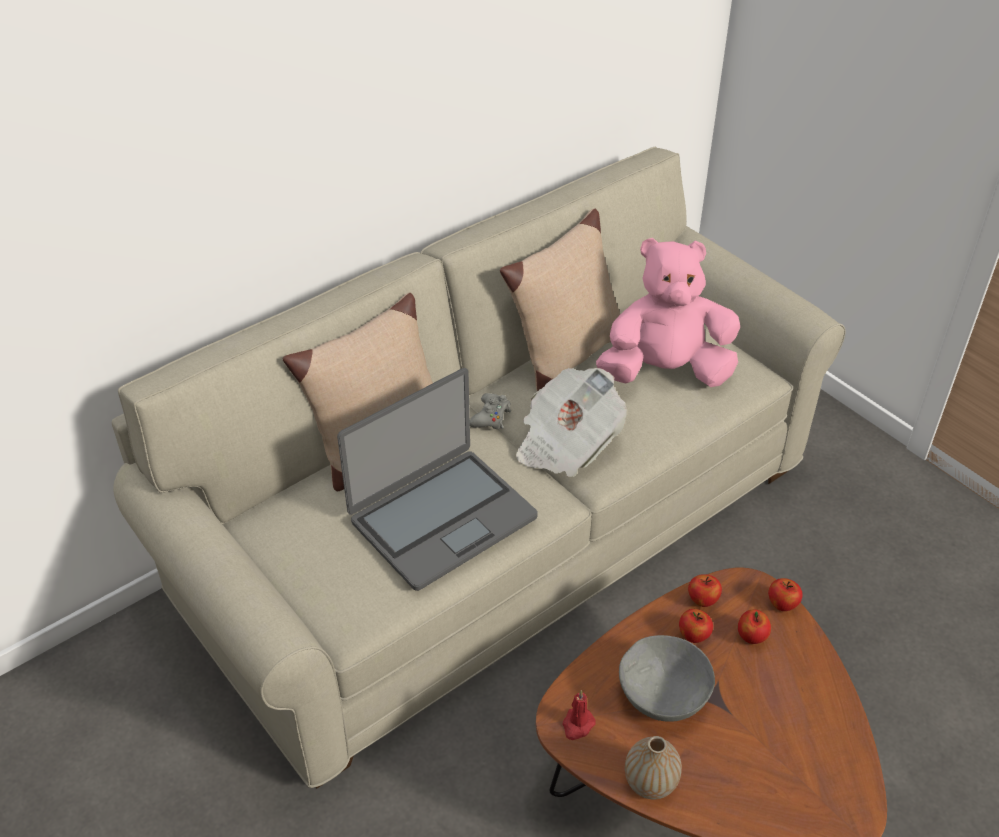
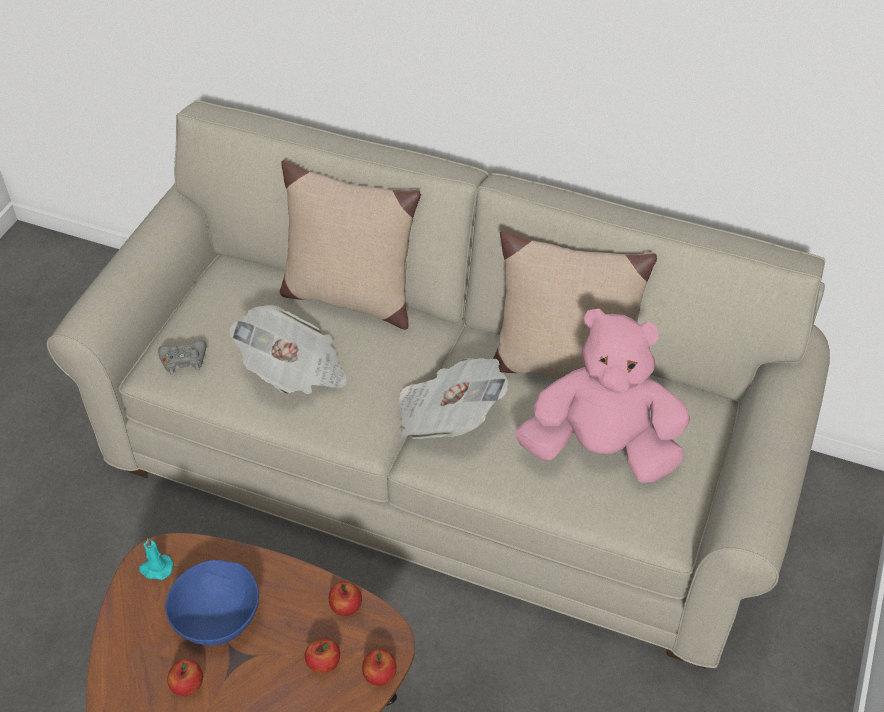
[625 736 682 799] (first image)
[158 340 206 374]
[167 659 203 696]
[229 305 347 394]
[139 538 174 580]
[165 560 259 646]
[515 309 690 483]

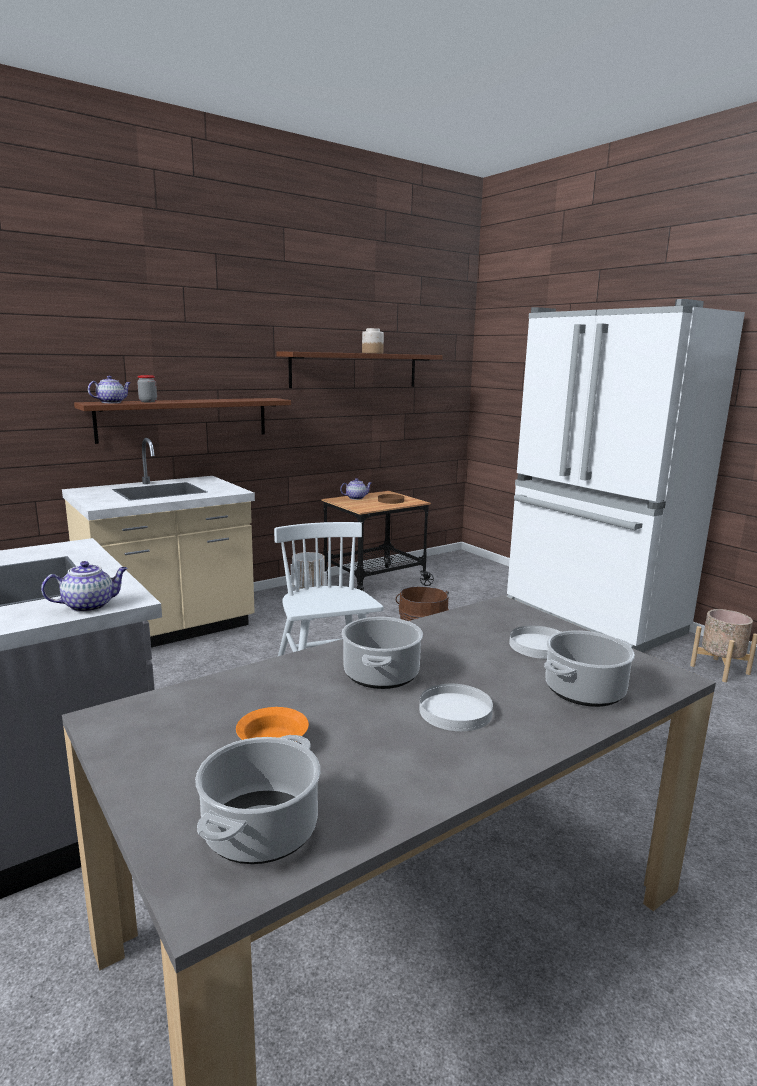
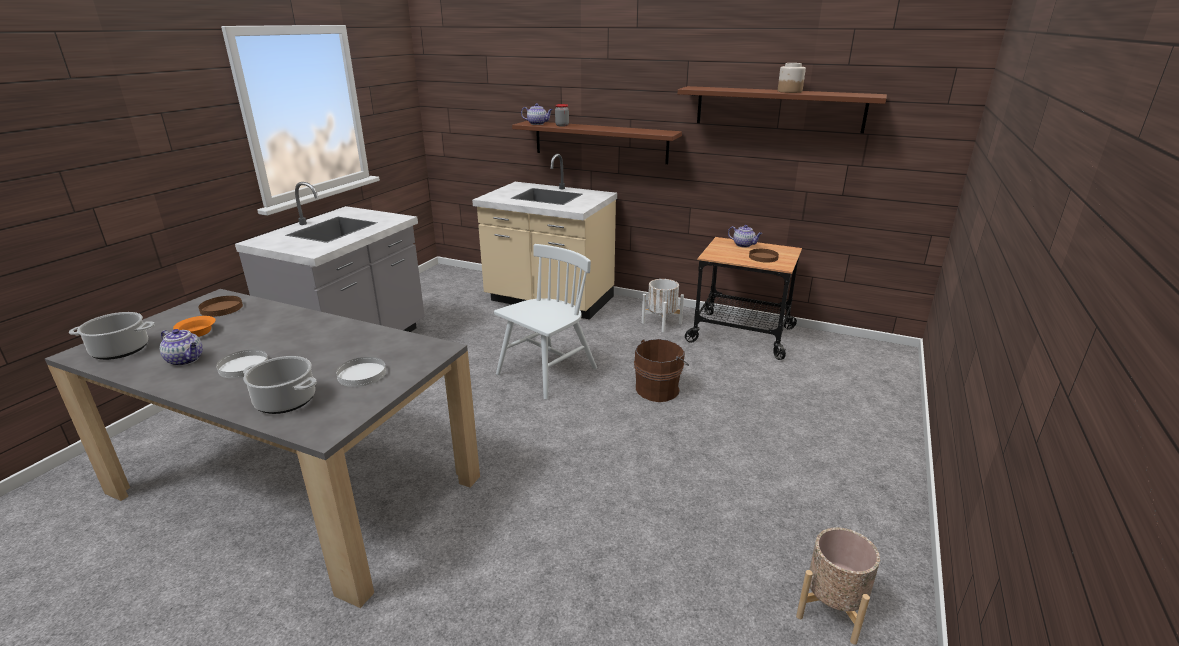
[342 617 423 689] (first image)
[507 299 745 652] (first image)
[198 296 243 317]
[160 329 203 366]

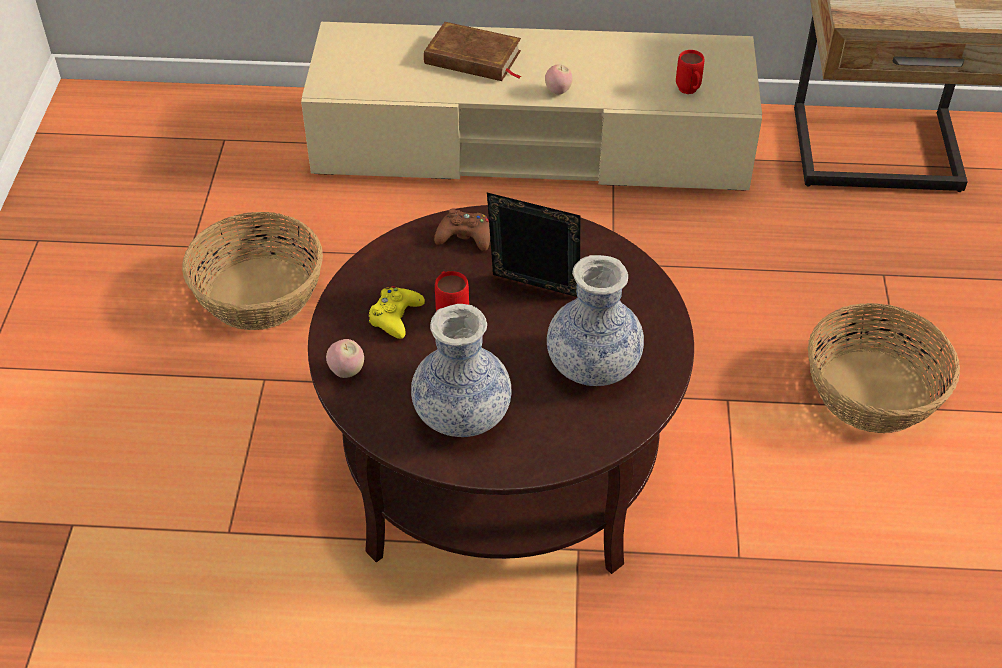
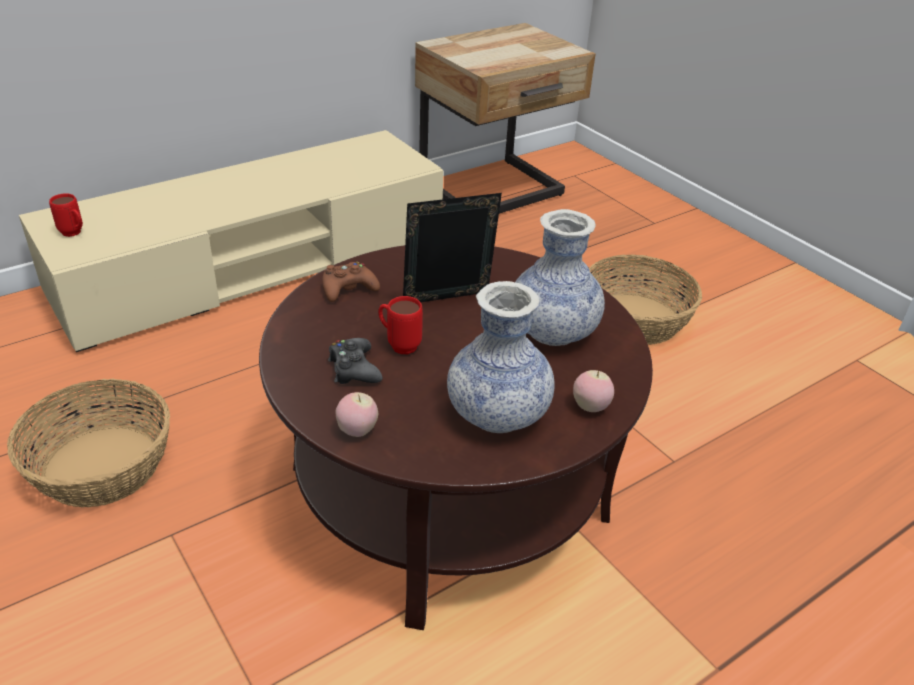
[424 22 522 81] (first image)
[573 370 614 412]
[49 193 83 237]
[328 338 382 384]

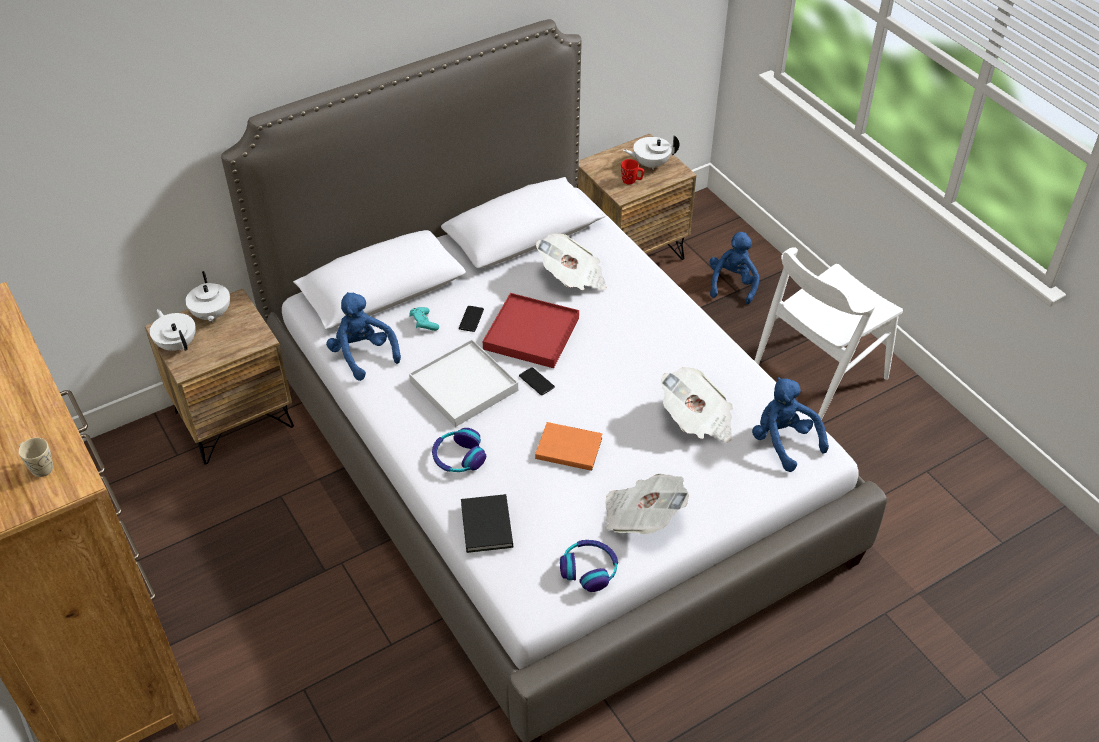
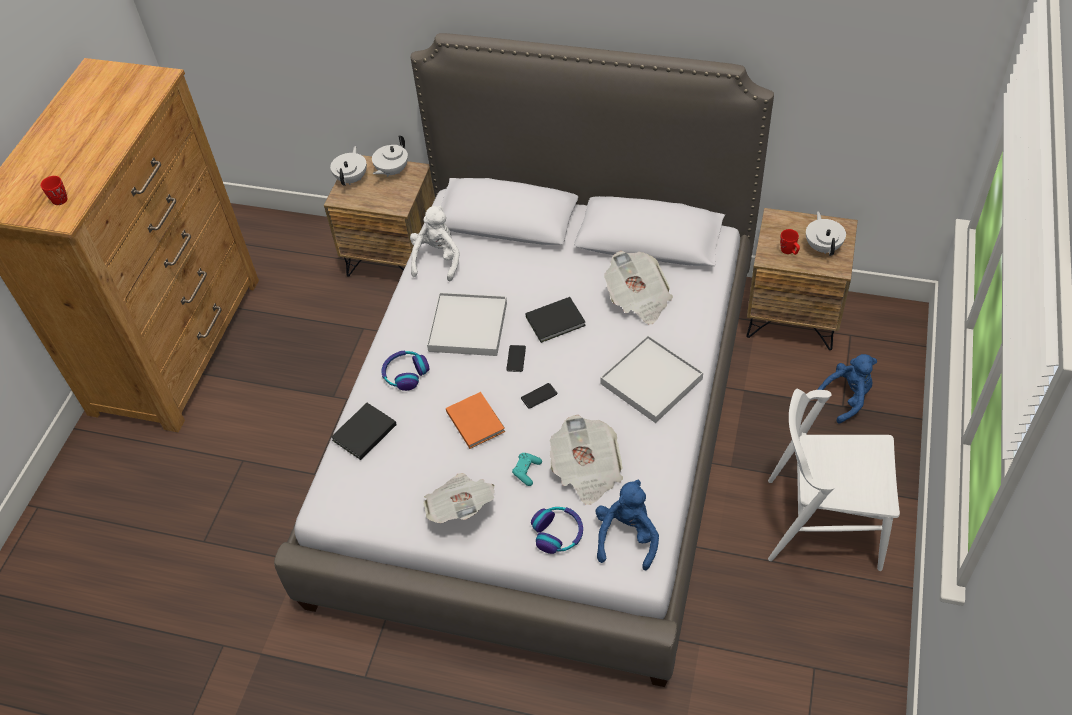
[600 335 703 423]
[512 453 542 486]
[521 383 557 409]
[531 507 583 554]
[526 297 586 343]
[41 176 67 205]
[410 206 460 281]
[806 211 846 256]

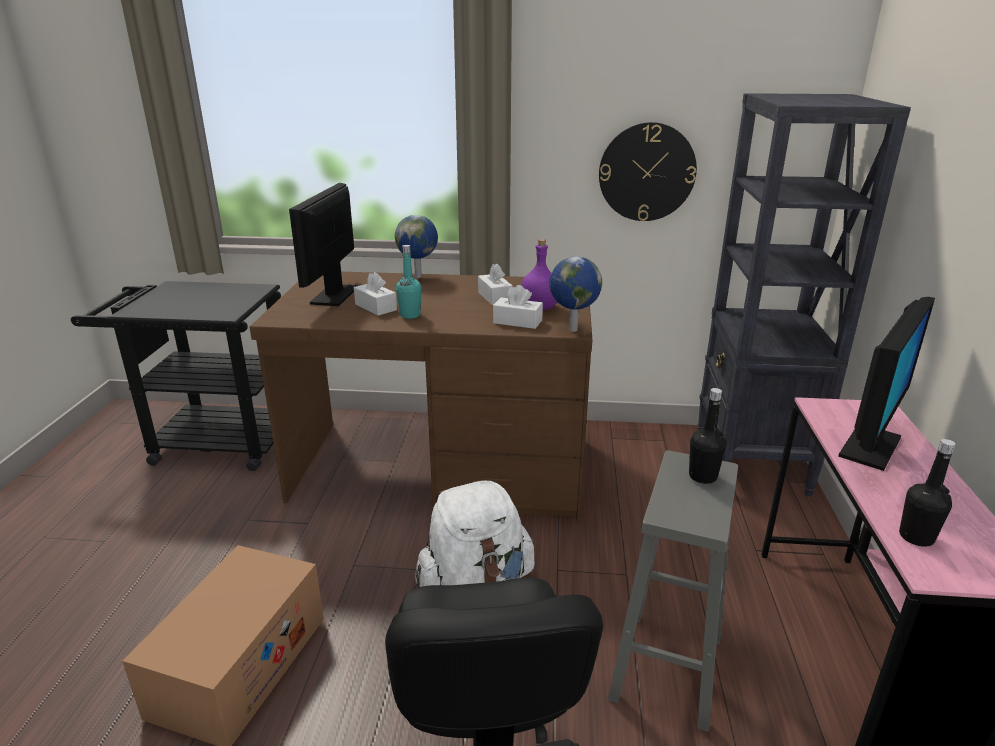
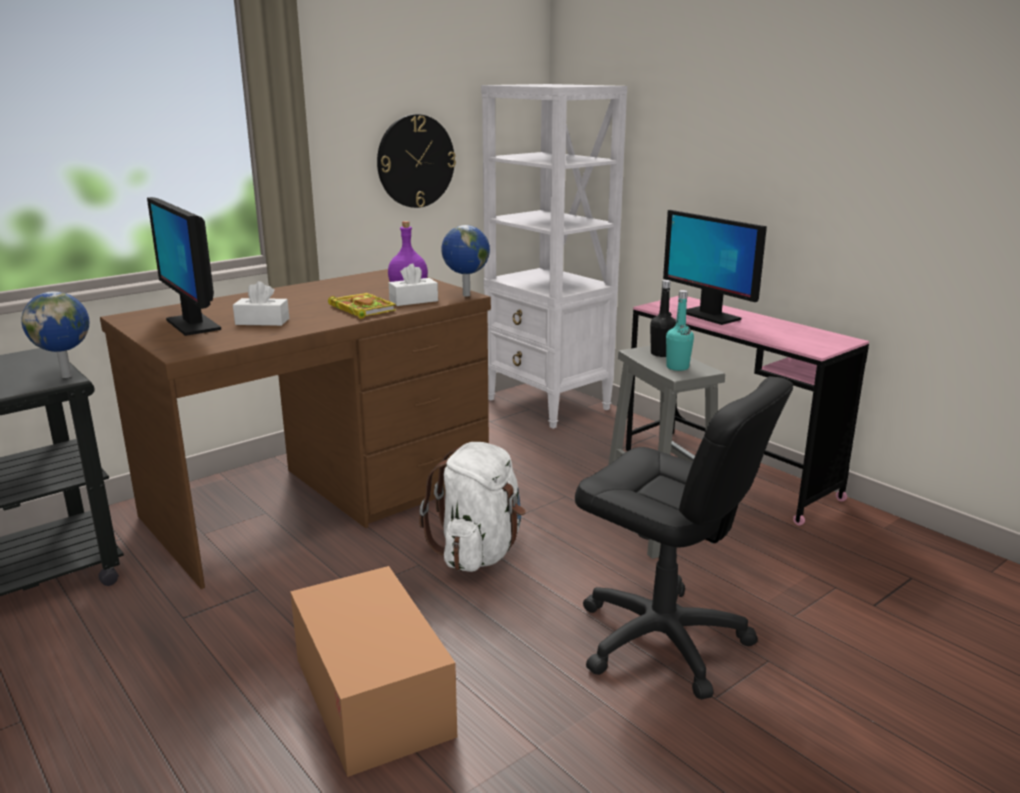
[478 263 513 305] (first image)
[899 439 956 547] (first image)
[328 293 396 319]
[21 291 90 378]
[666 290 694 371]
[481 84 627 429]
[663 210 767 325]

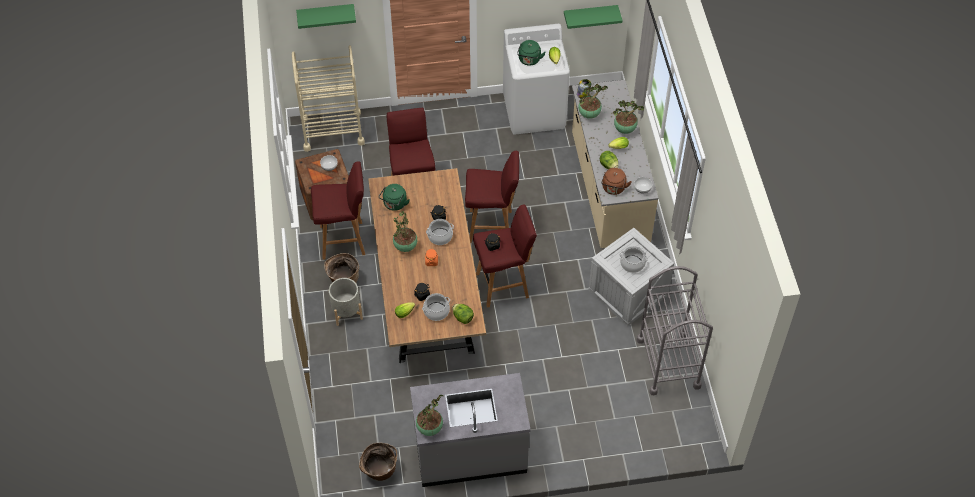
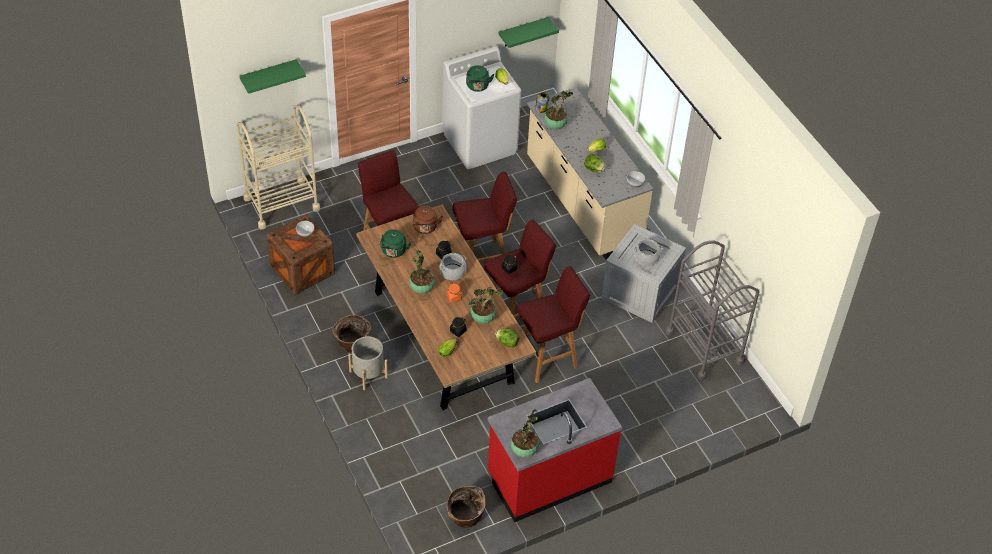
[422 293 450 321] (first image)
[517 266 590 383]
[413 206 443 234]
[469 287 503 324]
[488 378 622 522]

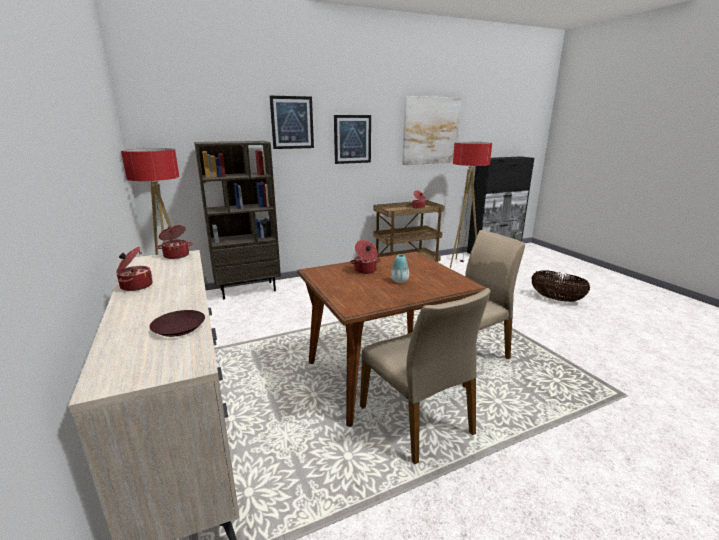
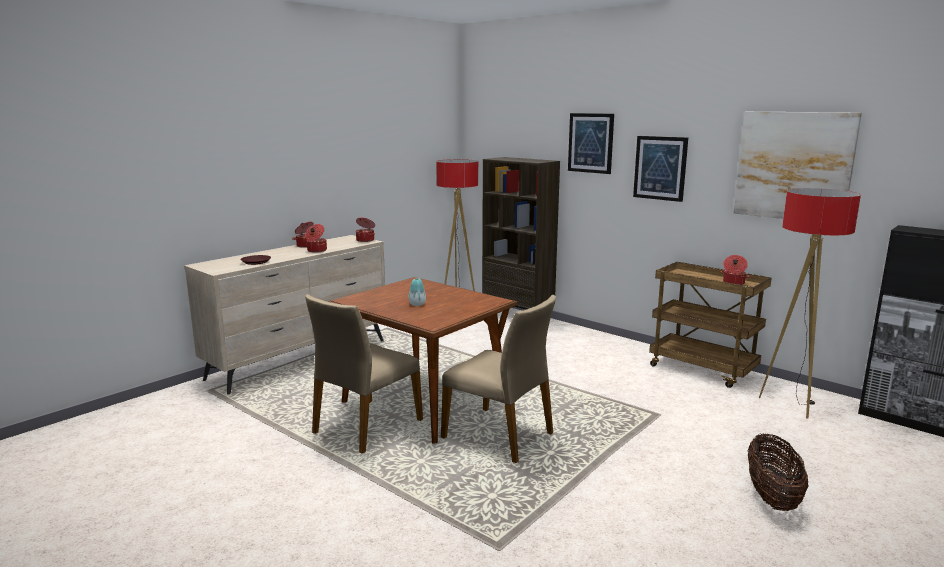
[305 224 327 253]

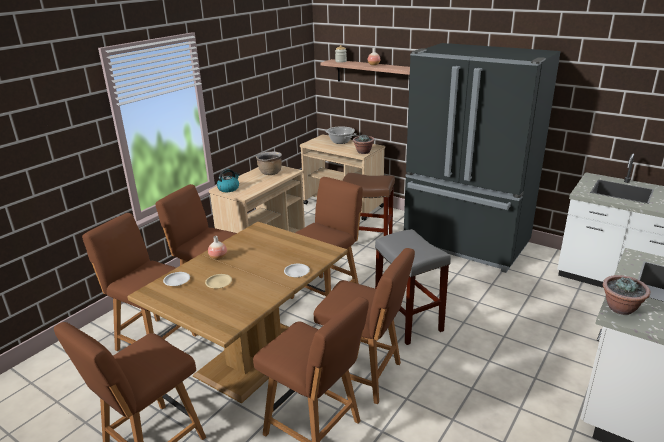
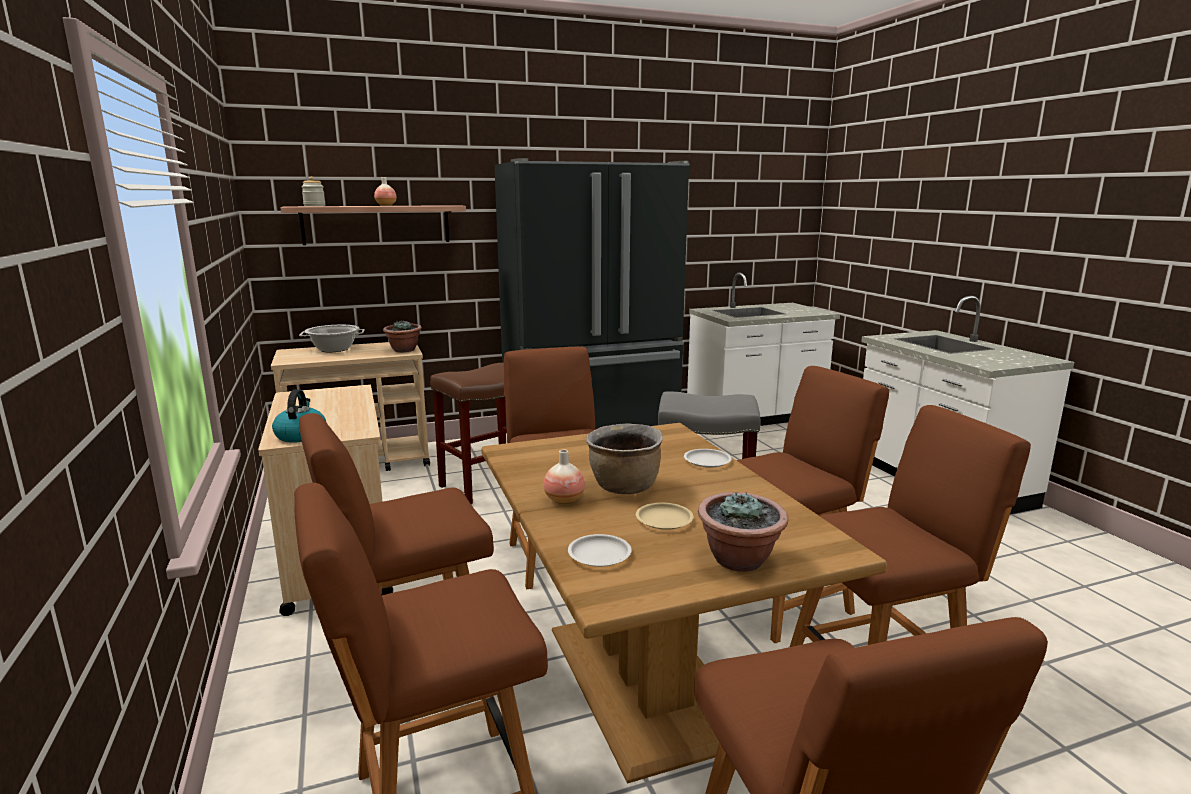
[586 423 663 494]
[698 492 788 572]

